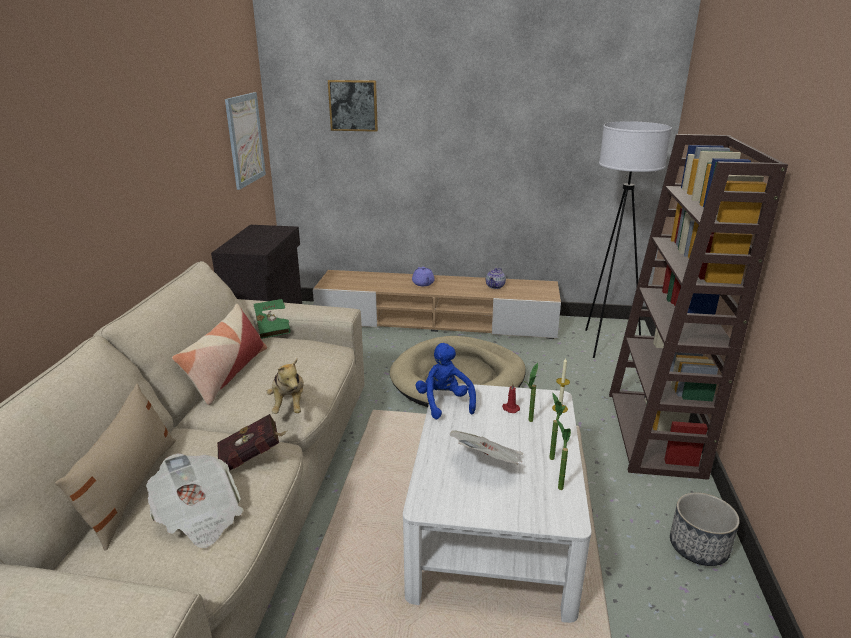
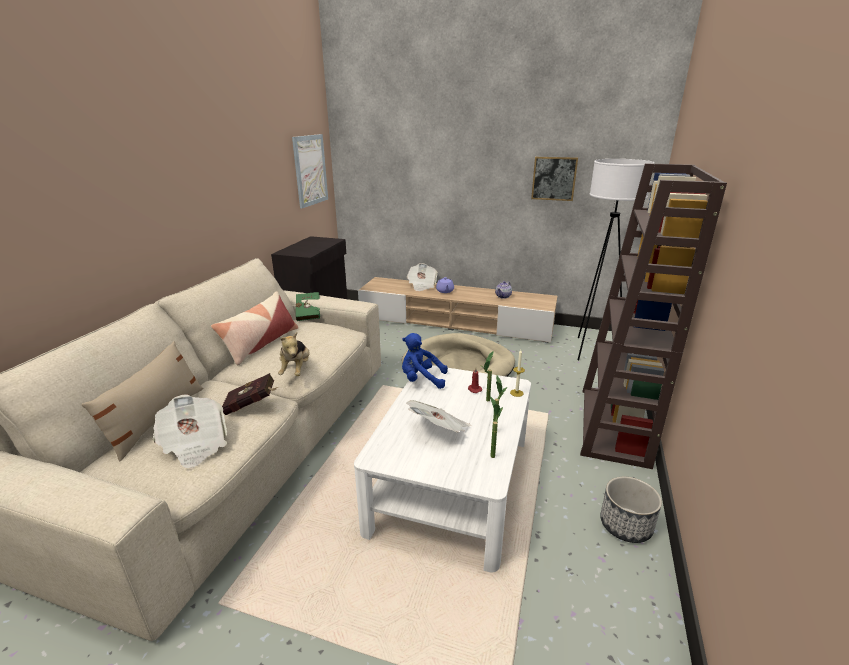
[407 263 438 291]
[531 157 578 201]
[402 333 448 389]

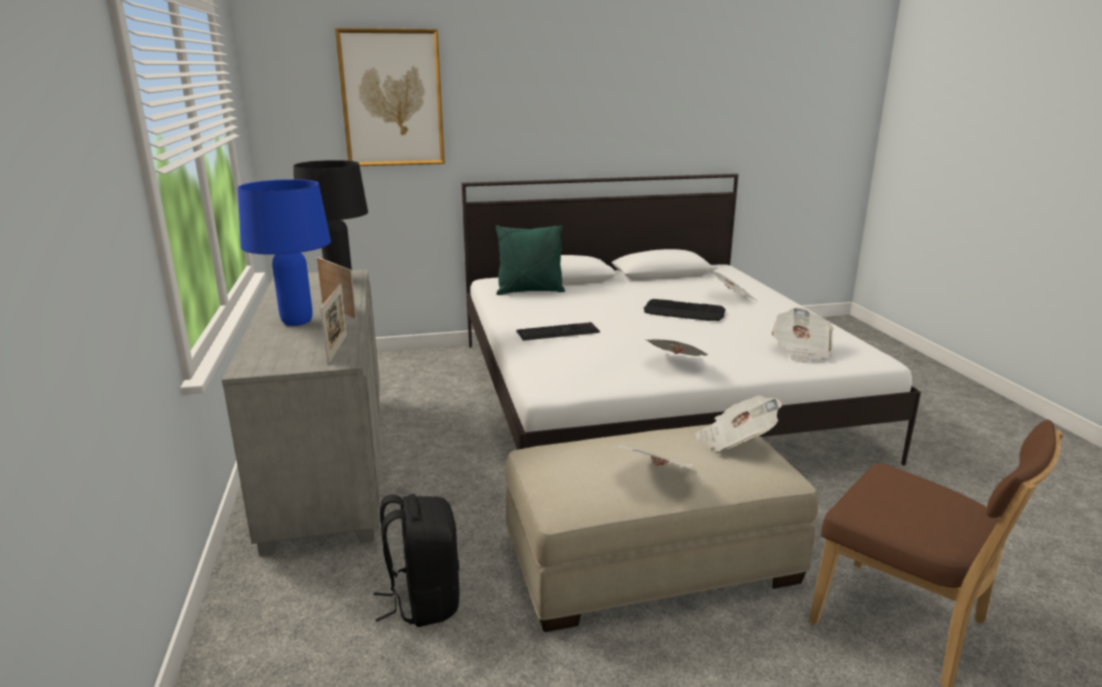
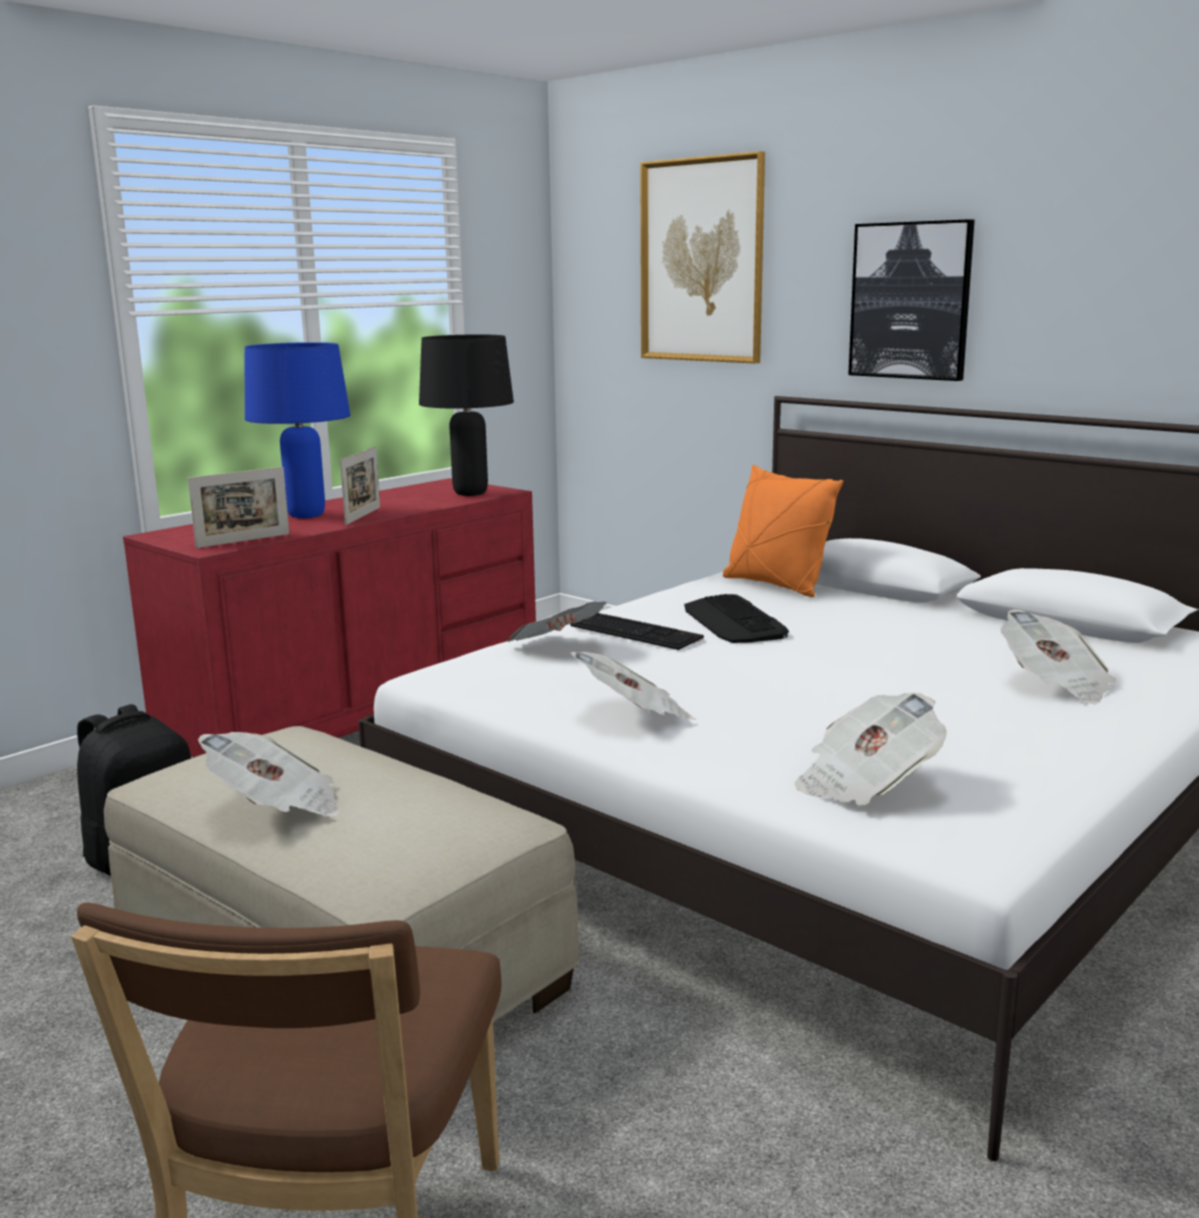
[848 219 975 381]
[684 594 789 643]
[506 601 607 642]
[123 478 536 757]
[723 465 843 597]

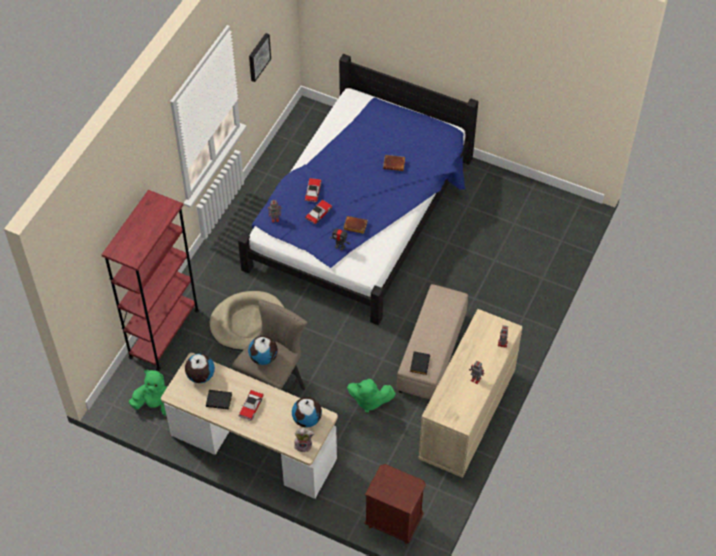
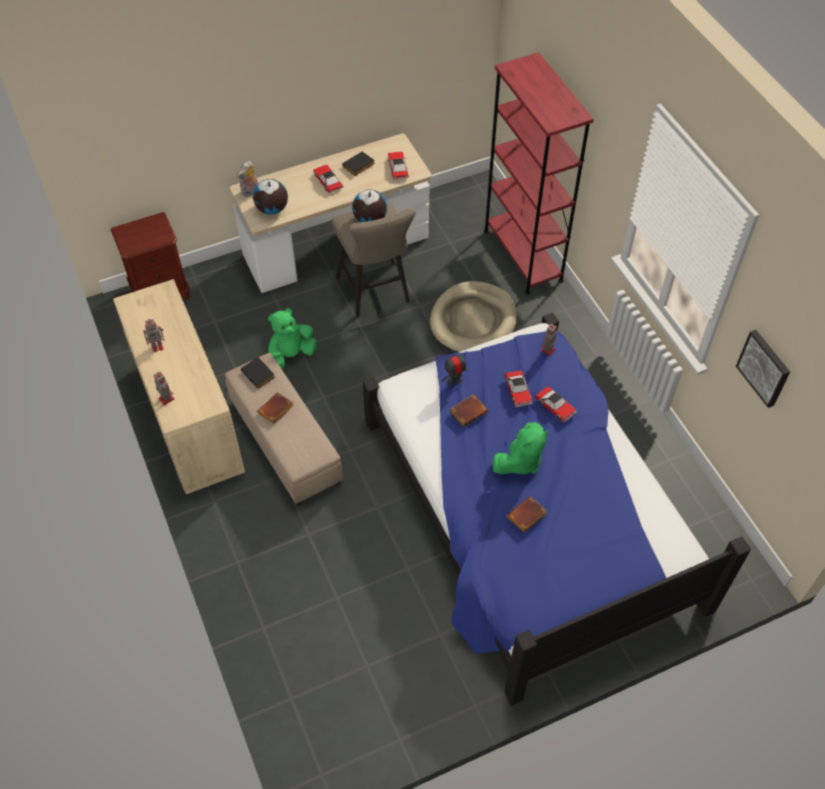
[257 392 294 424]
[493 422 549 474]
[388 151 409 179]

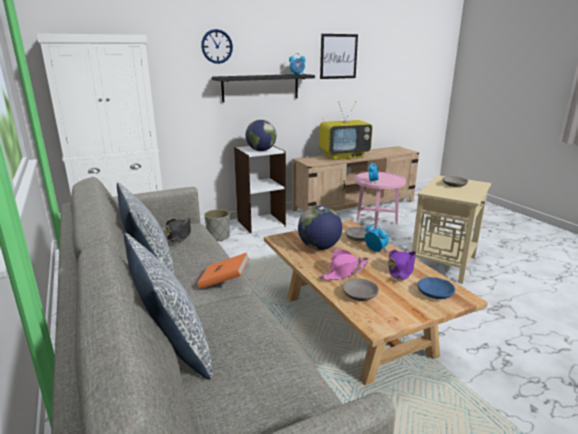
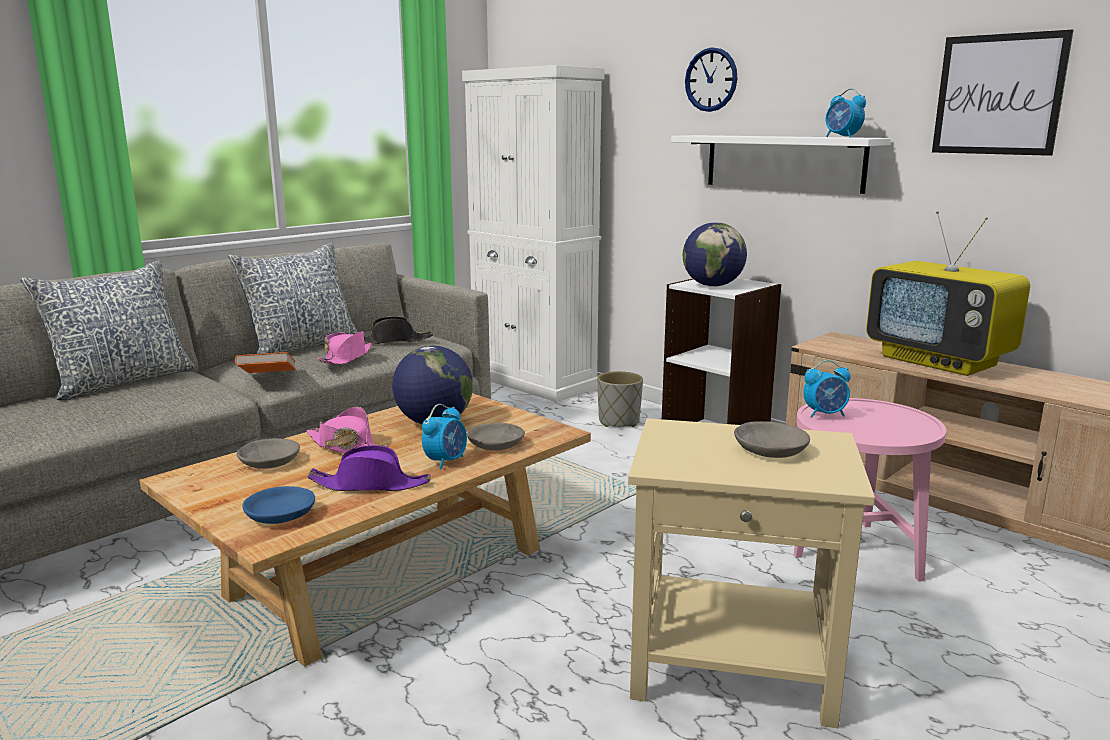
[318 331 372 365]
[671 135 891 194]

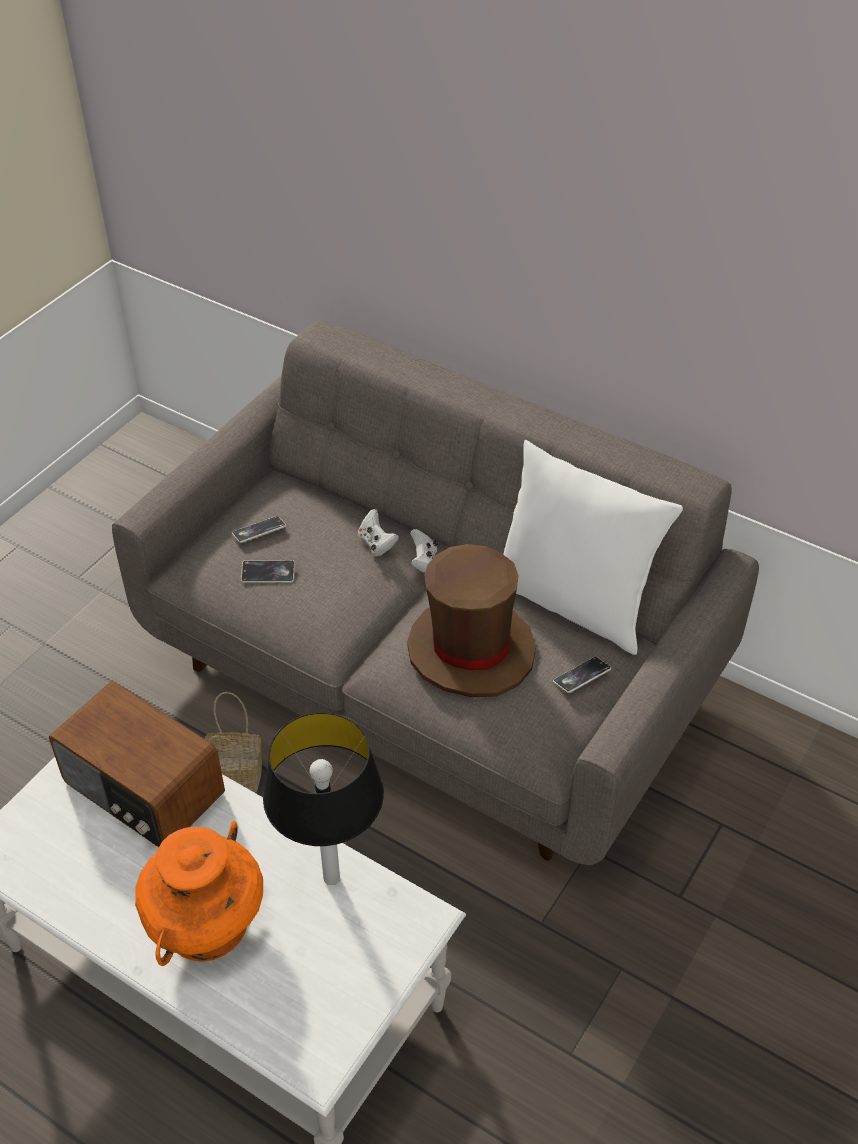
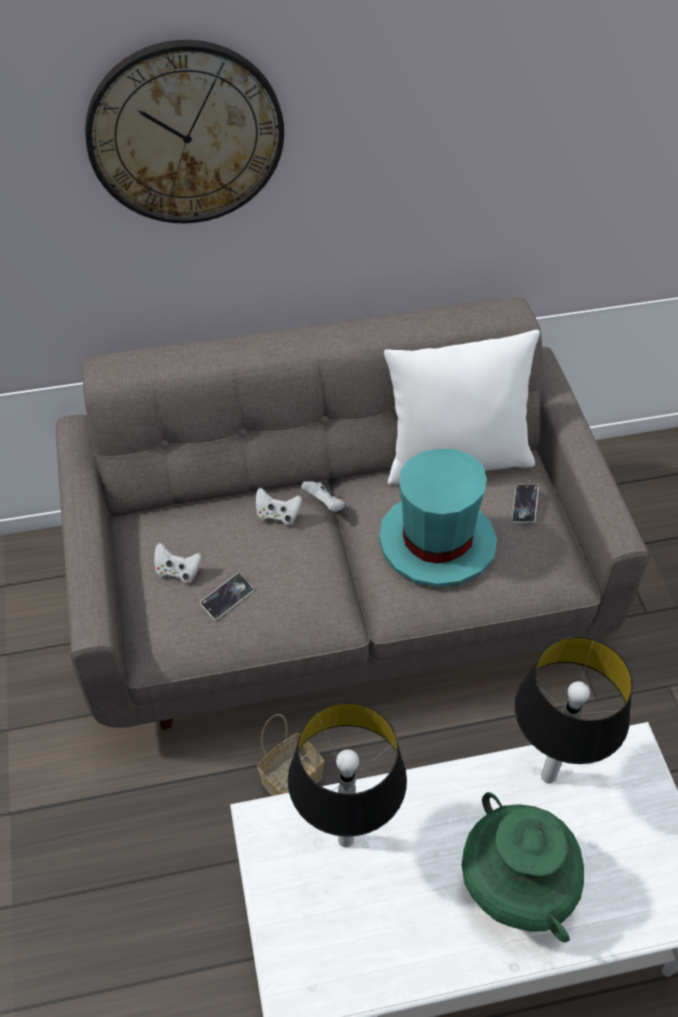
[85 40 284 223]
[288 702 407 847]
[154 543 202 583]
[462 792 584 942]
[379 449 497 587]

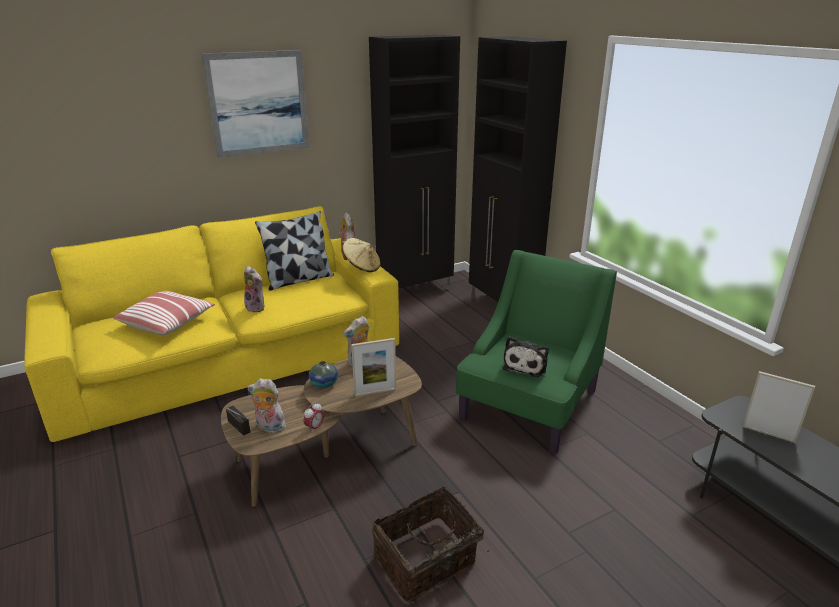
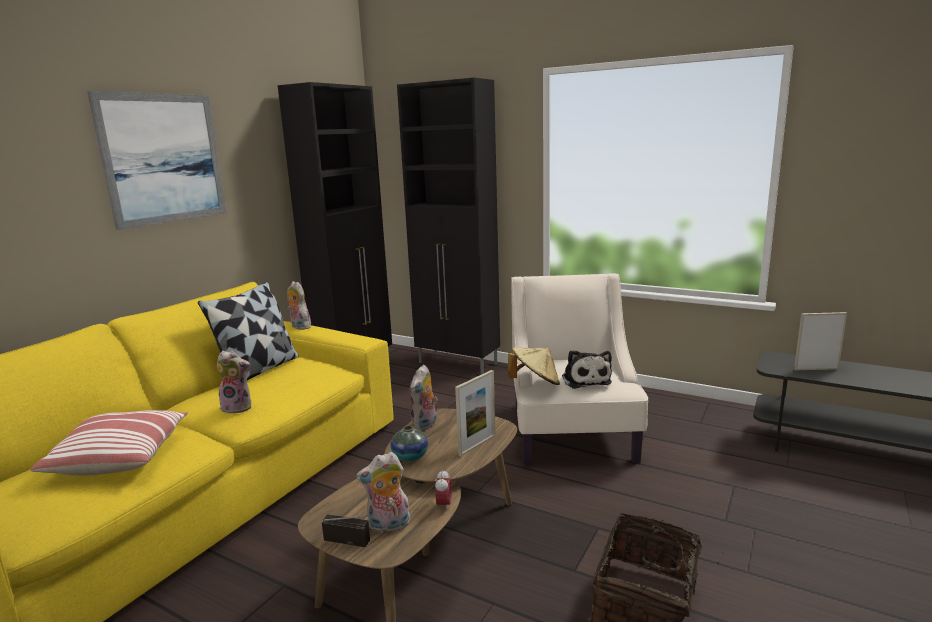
[508 347 560 385]
[511 273 648 466]

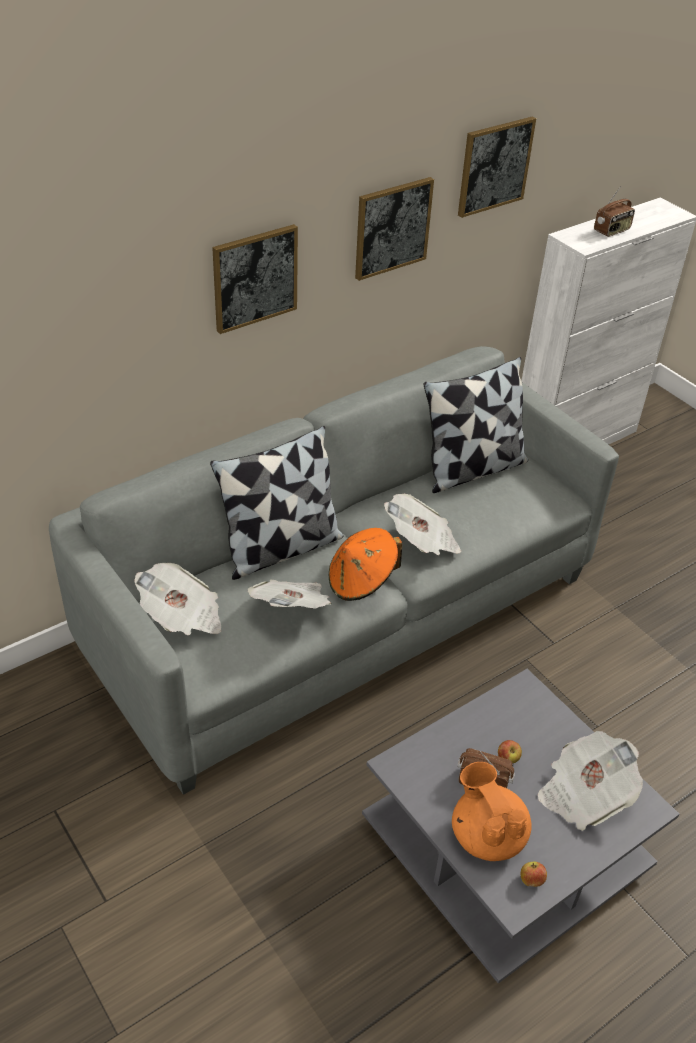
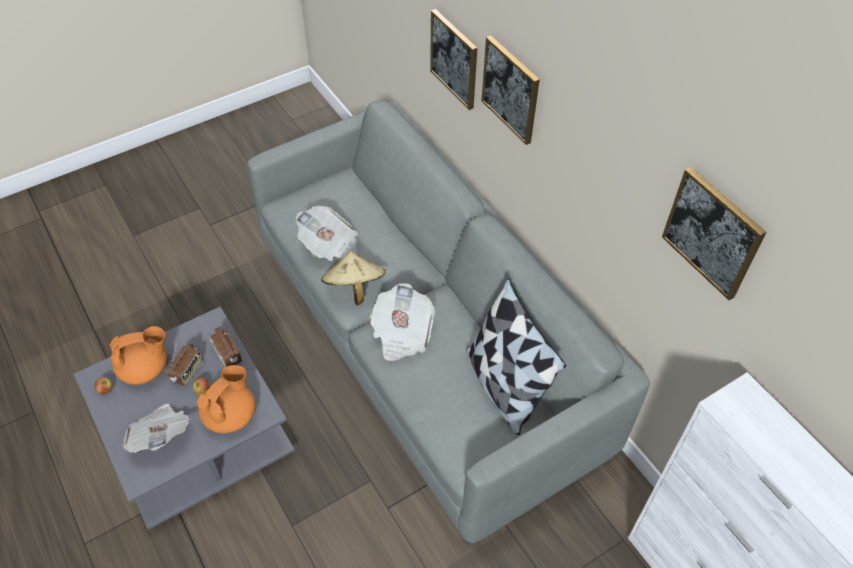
[134 563 221 635] (first image)
[210 426 343 580] (first image)
[197 365 255 433]
[430 9 477 110]
[210 328 242 368]
[321 251 386 305]

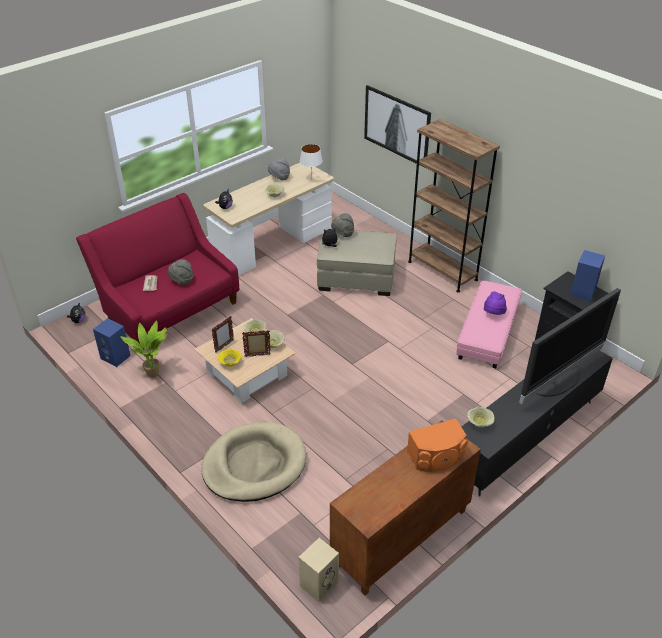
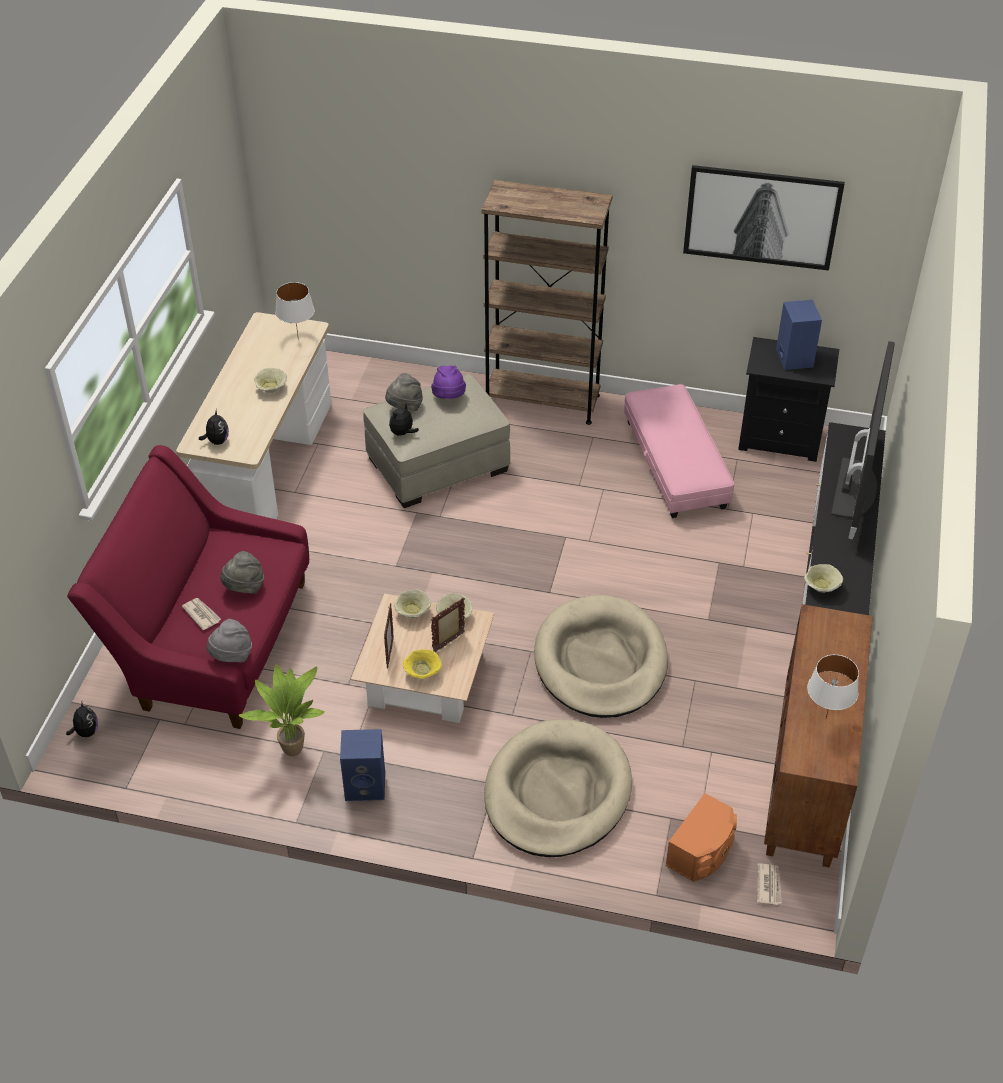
[534 595 668 718]
[807 655 859 718]
[340 729 385 801]
[207 619 252 662]
[683 165 845 271]
[665 793 737 882]
[431 365 466 399]
[757 863 782 905]

